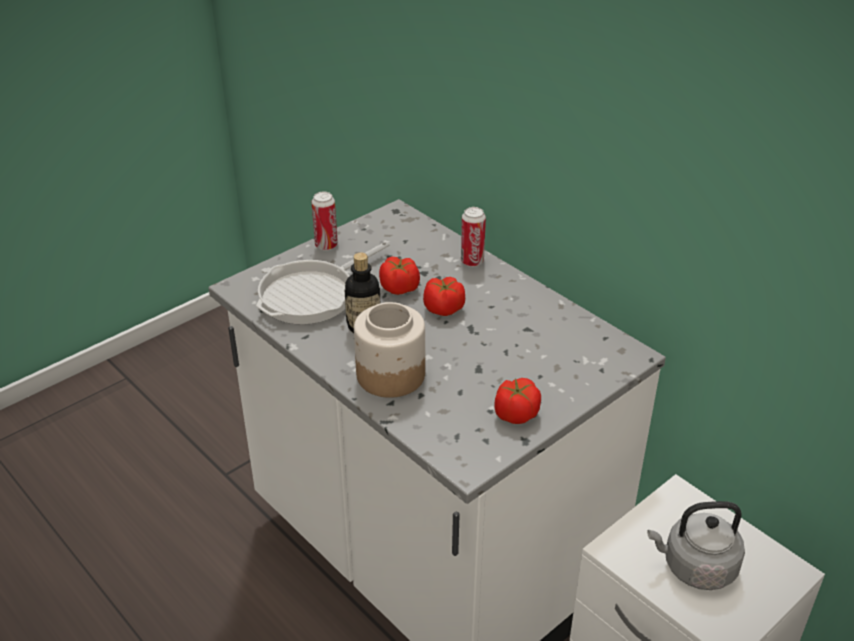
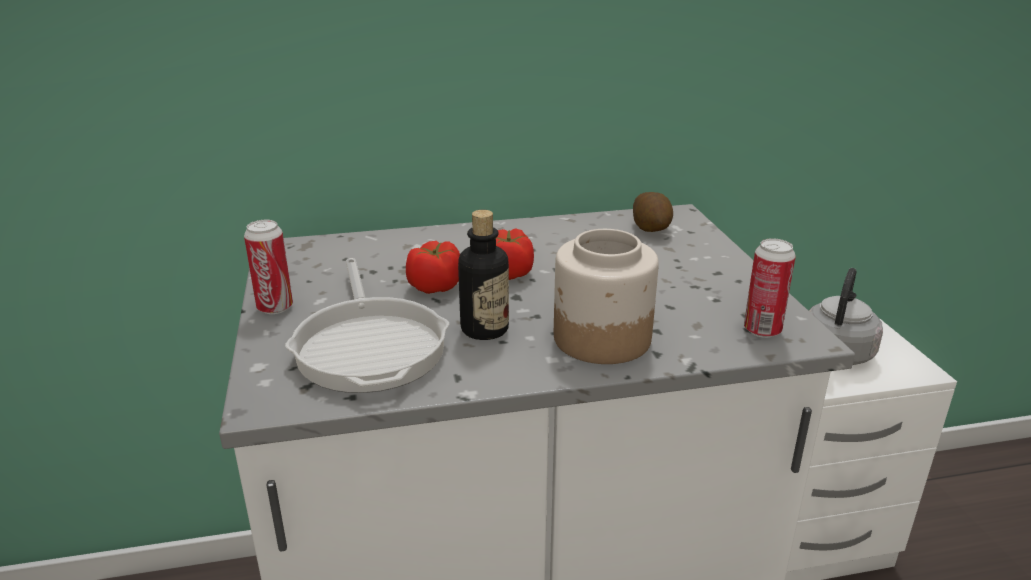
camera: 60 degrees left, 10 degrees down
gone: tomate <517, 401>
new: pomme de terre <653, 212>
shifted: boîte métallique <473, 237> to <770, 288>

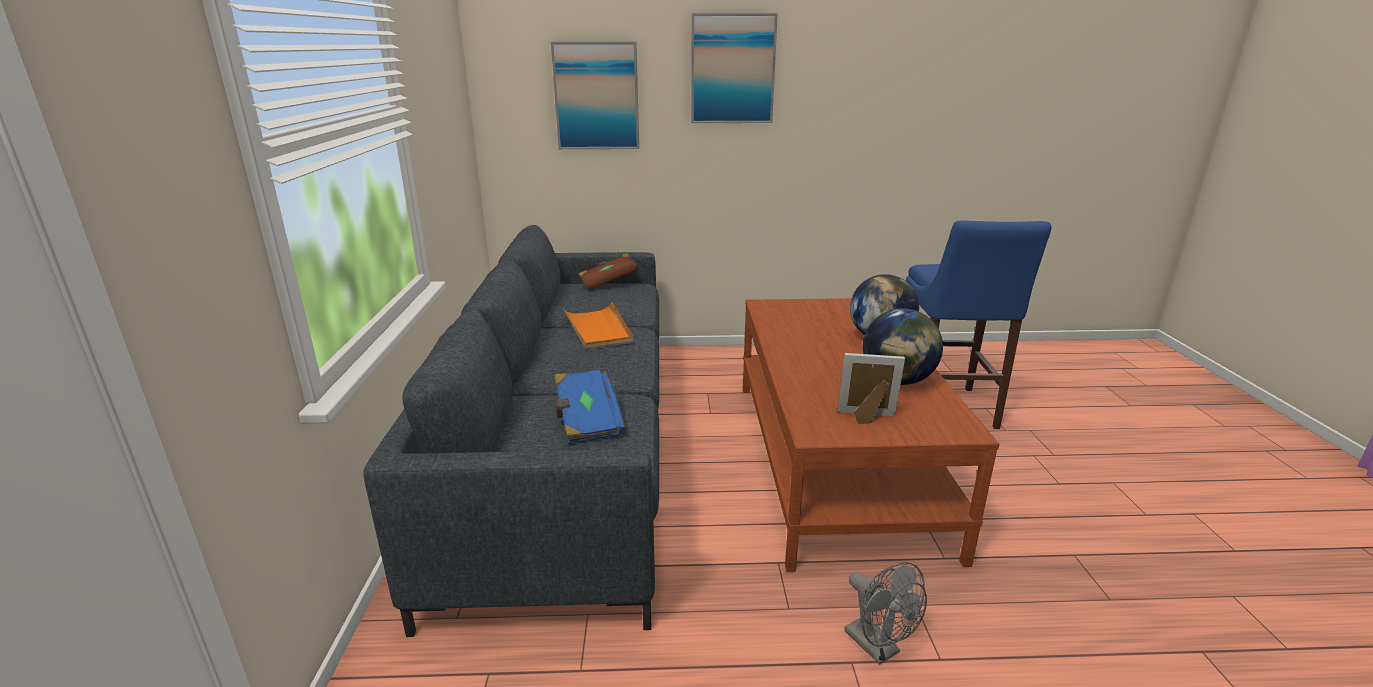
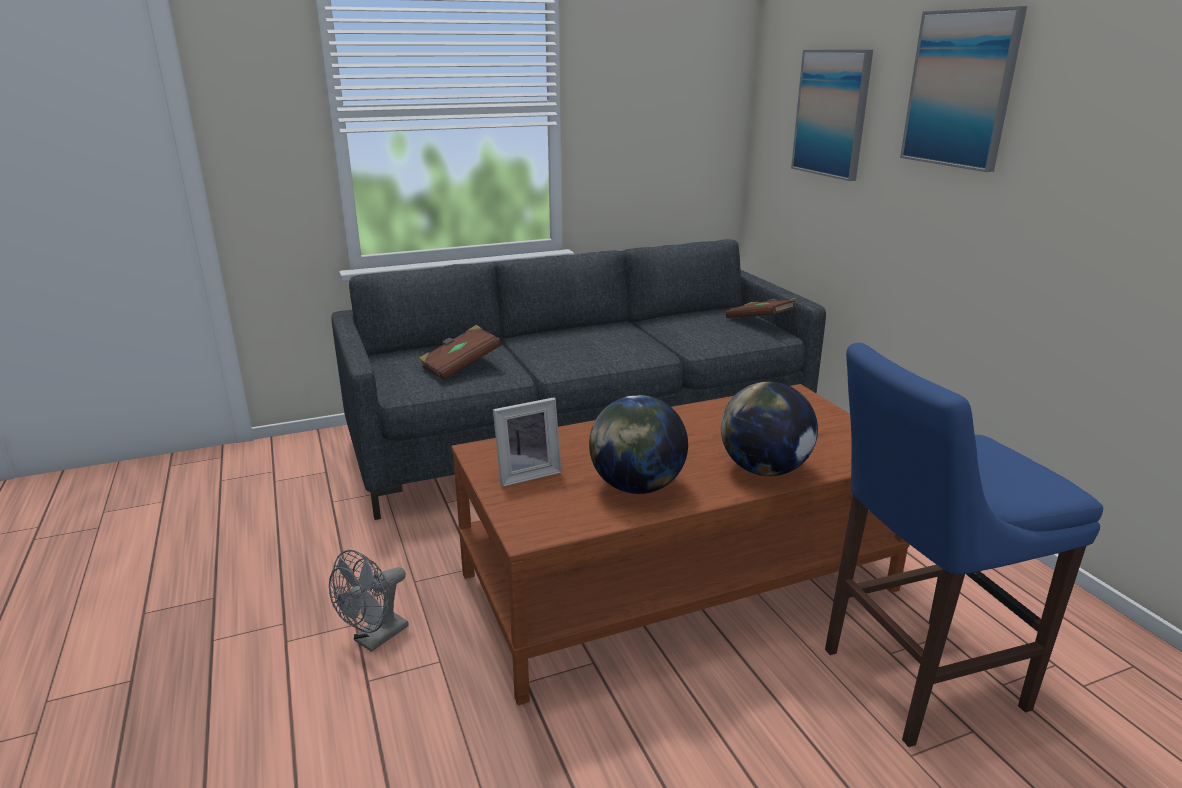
camera: 70 degrees right, 0 degrees up
gone: plateau (orange) <598, 325>
repainted: livre (bleu) <590, 407> to livre (marron) <460, 352>
rotated: cadre photo <871, 388> = <527, 442> 75 degrees clockwise

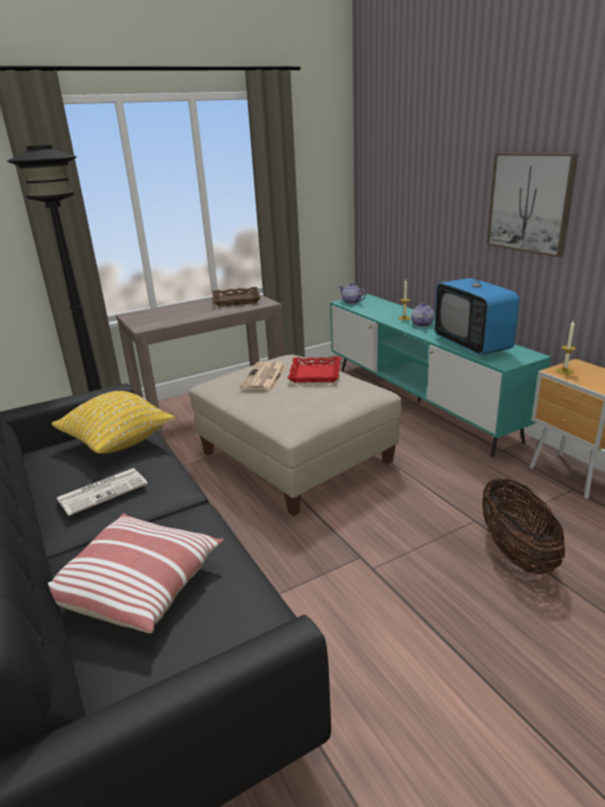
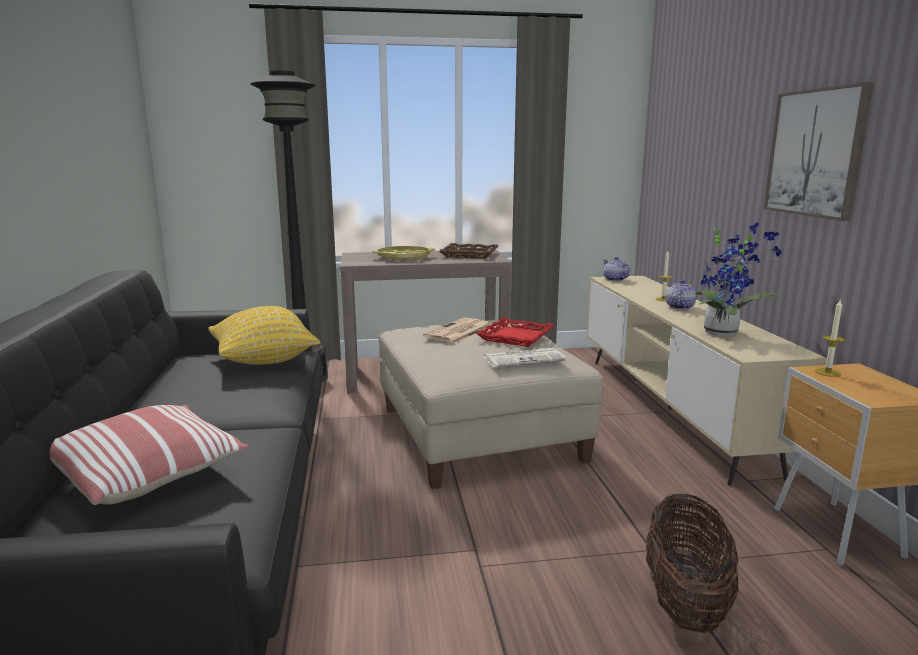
camera: 20 degrees right, 10 degrees down
new: plateau (jaune) <403, 253>
shifted: journal <102, 492> to <525, 357>
swapped: téléviseur <477, 298> to plante en pot <738, 279>
repainted: meuble télé (turquoise) <440, 375> to meuble télé (beige) <707, 381>

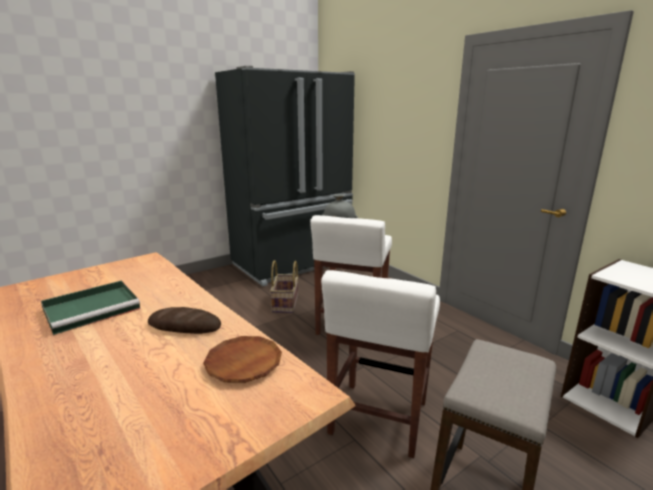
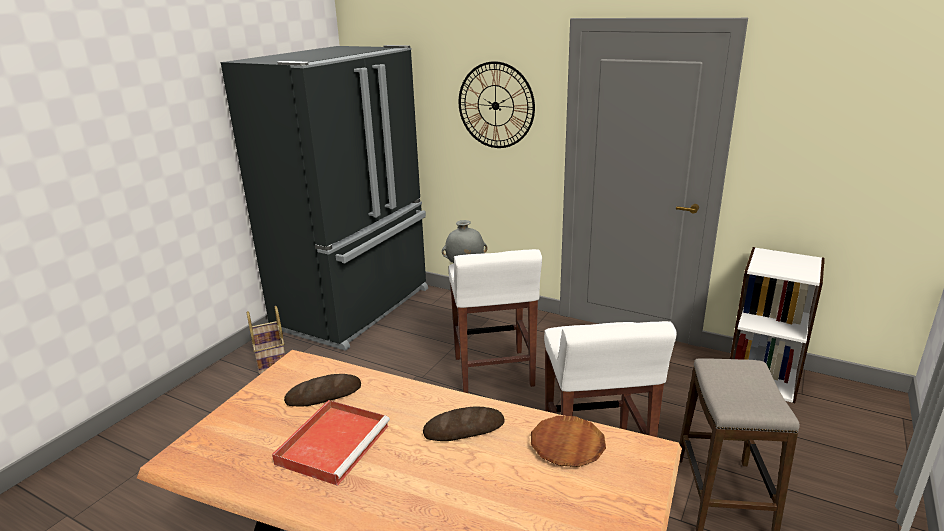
camera: 25 degrees left, 5 degrees up
new: pain <322, 390>; horloge murale <497, 104>
shifted: panier <284, 286> to <266, 340>
repainted: plateau (vert) <91, 307> to plateau (rouge) <331, 443>

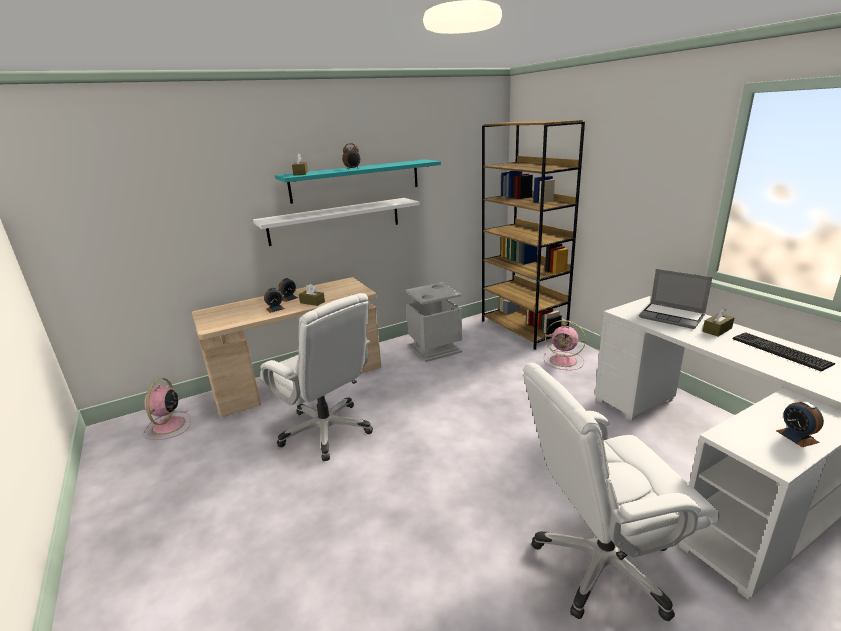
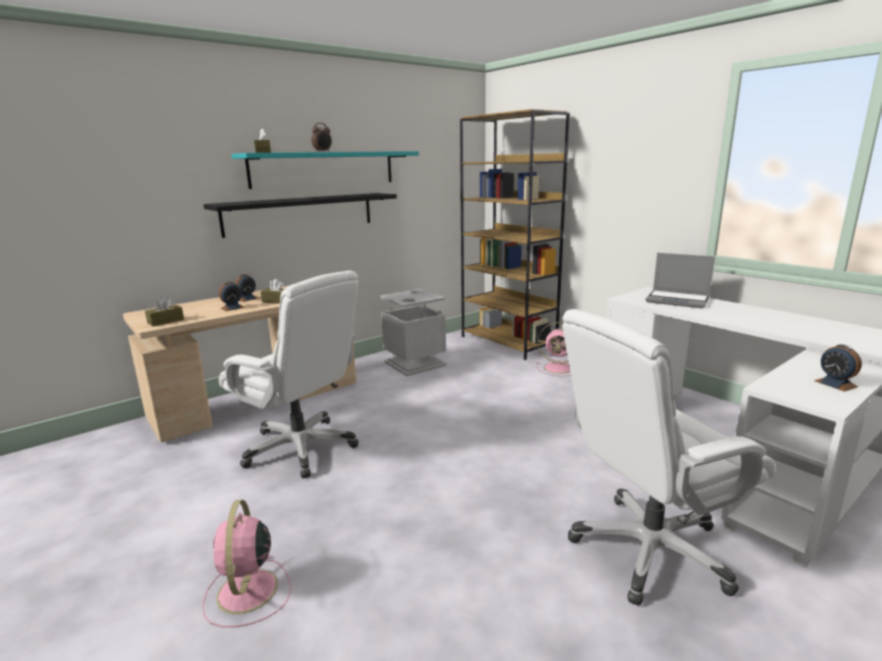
camera: 10 degrees left, 5 degrees down
gone: clavier <783, 351>
shifted: boîte à mouchoirs (marron) <718, 322> to <164, 311>; ventilateur (rose) <167, 409> to <247, 563>
repainted: étagère (blanc) <336, 222> to étagère (noir) <300, 215>

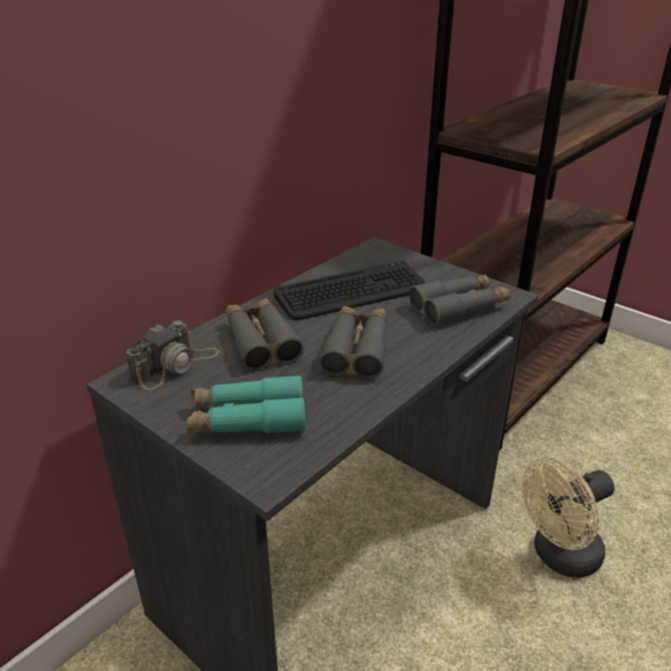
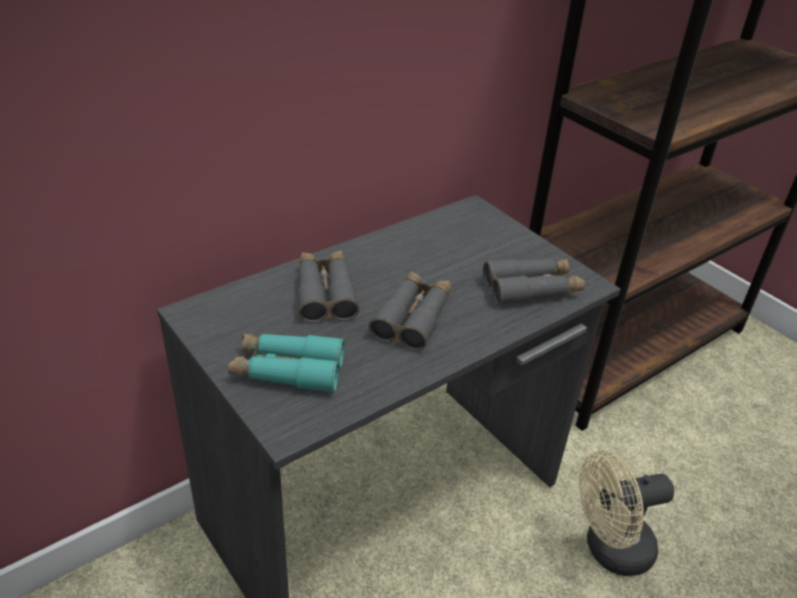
camera: 10 degrees right, 5 degrees up
gone: appareil photo <172, 355>; clavier <350, 290>

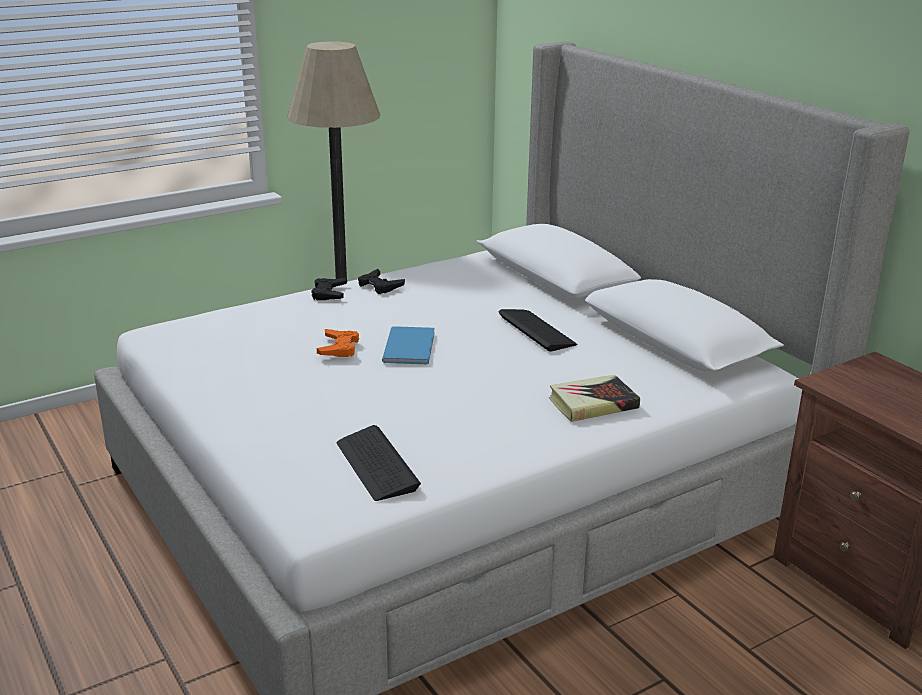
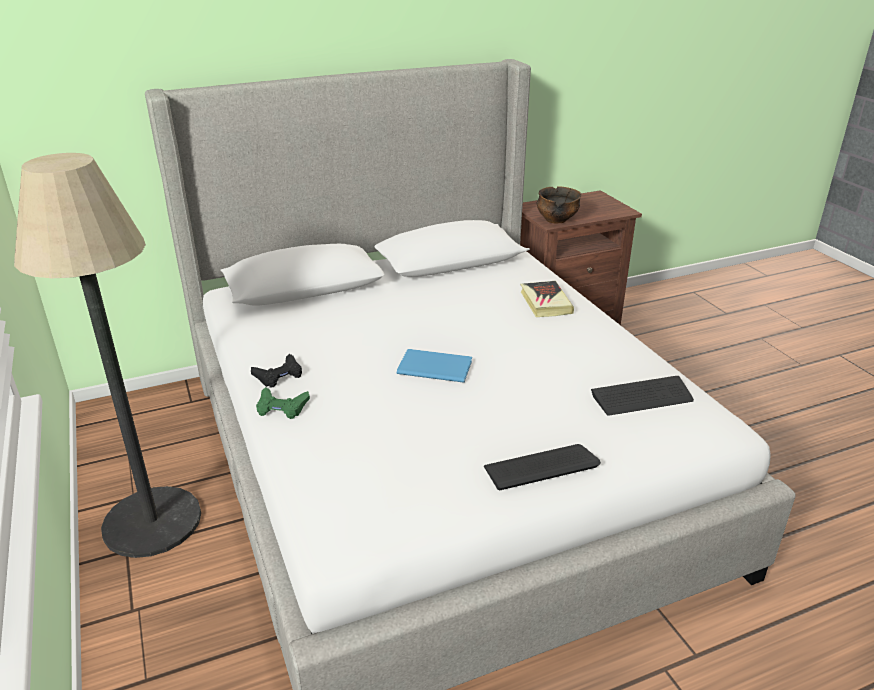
camera: 80 degrees left, 5 degrees up
gone: manette (orange) <338, 343>
new: bol <559, 204>
shifted: clavier <538, 330> to <542, 467>
repainted: manette (noir) <329, 289> to manette (vert) <283, 403>

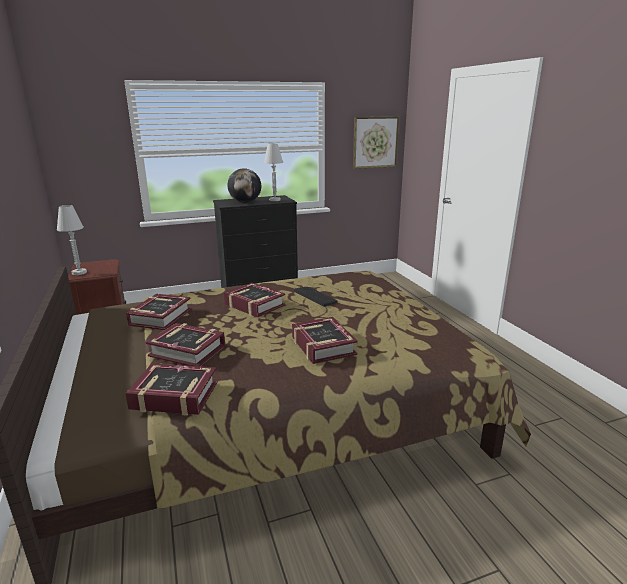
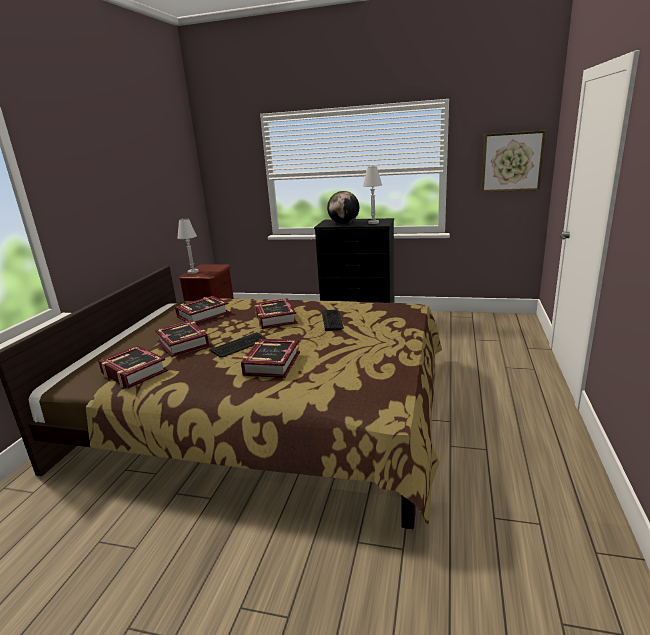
camera: 35 degrees right, 0 degrees up
new: clavier <238, 345>

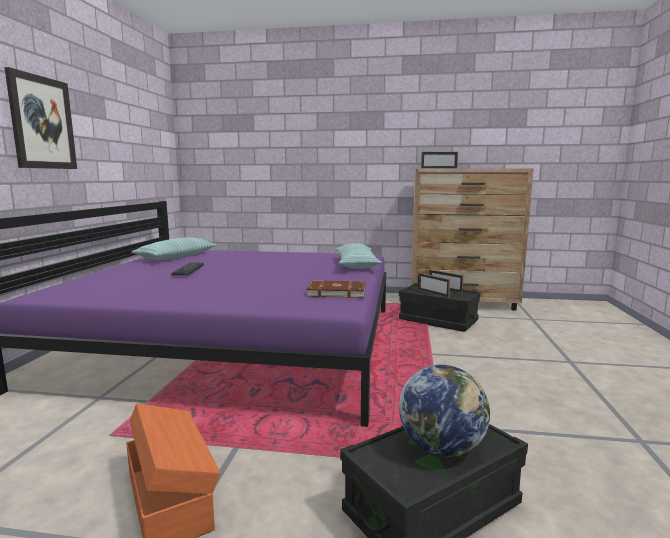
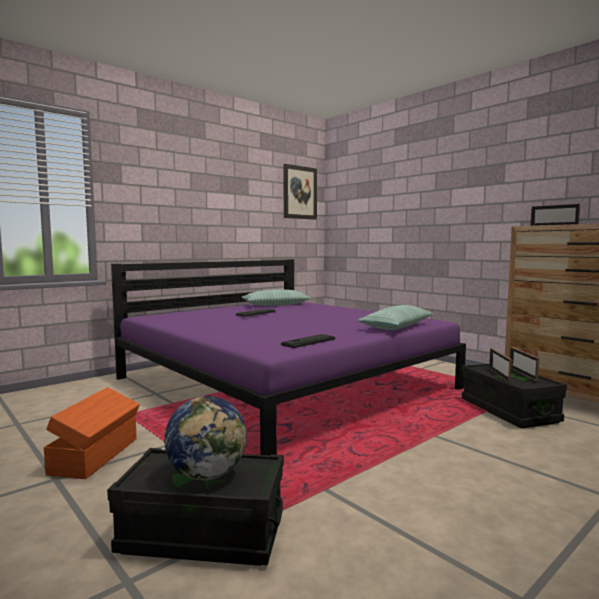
camera: 40 degrees right, 5 degrees down
shifted: tableau <40, 118> to <300, 192>
swapped: livre (marron) <335, 289> to clavier <308, 341>

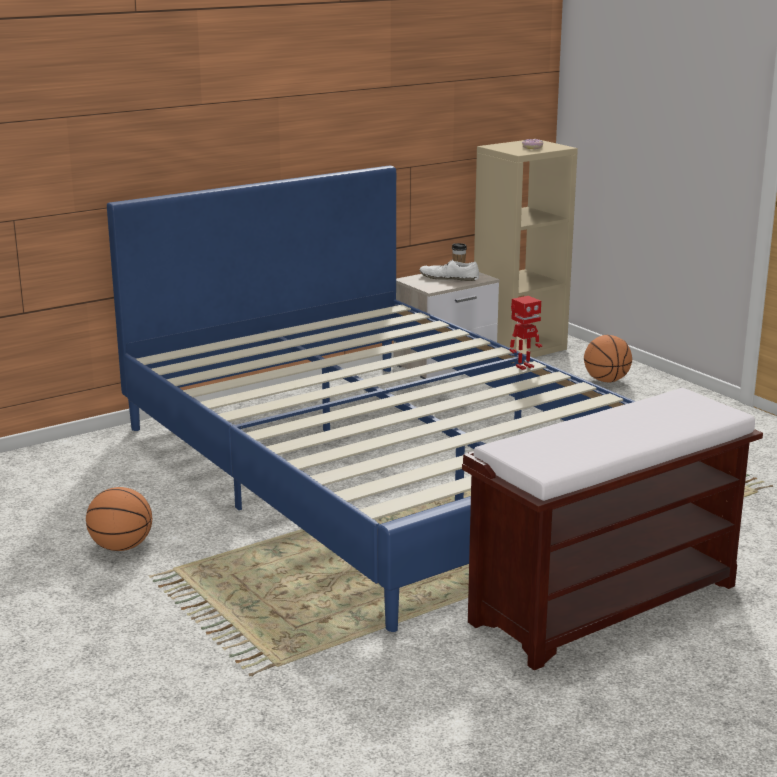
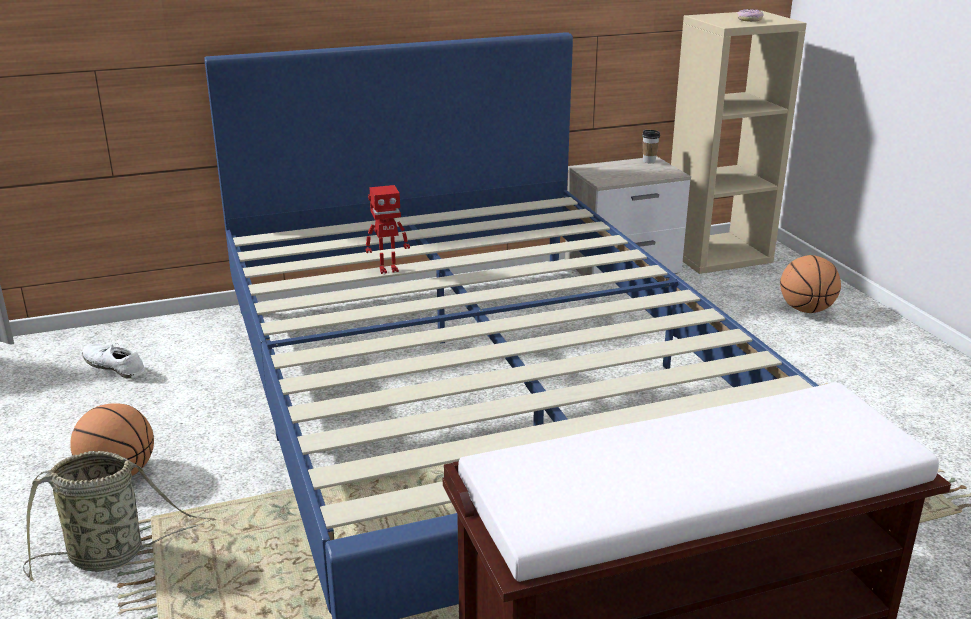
camera: 15 degrees right, 5 degrees up
new: panier <119, 516>
shifted: chaussure (blanc) <449, 270> to <113, 361>; robot jouet <526, 333> to <387, 229>

